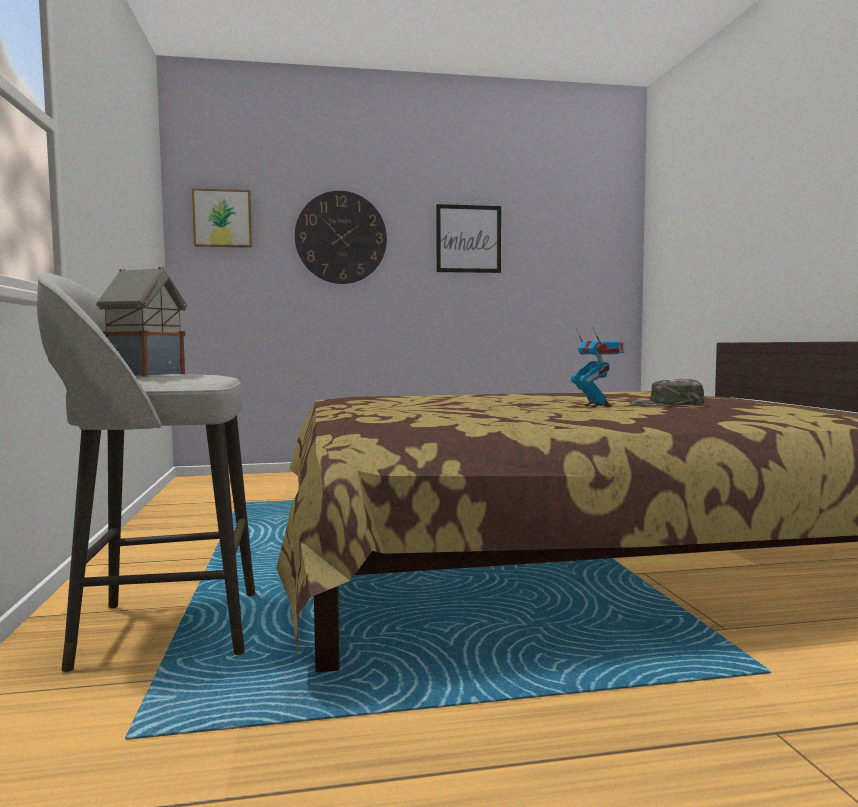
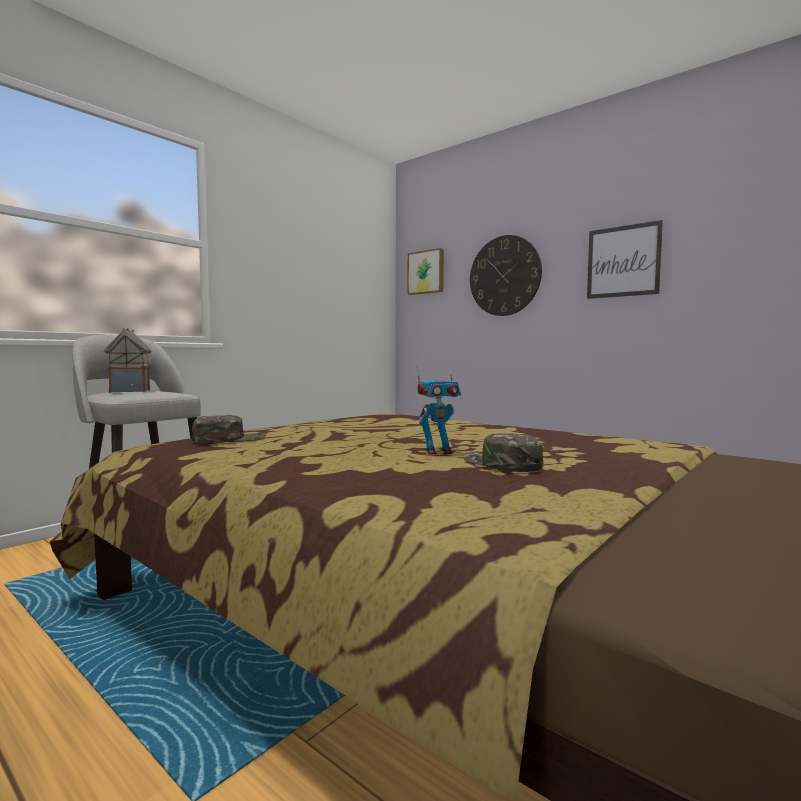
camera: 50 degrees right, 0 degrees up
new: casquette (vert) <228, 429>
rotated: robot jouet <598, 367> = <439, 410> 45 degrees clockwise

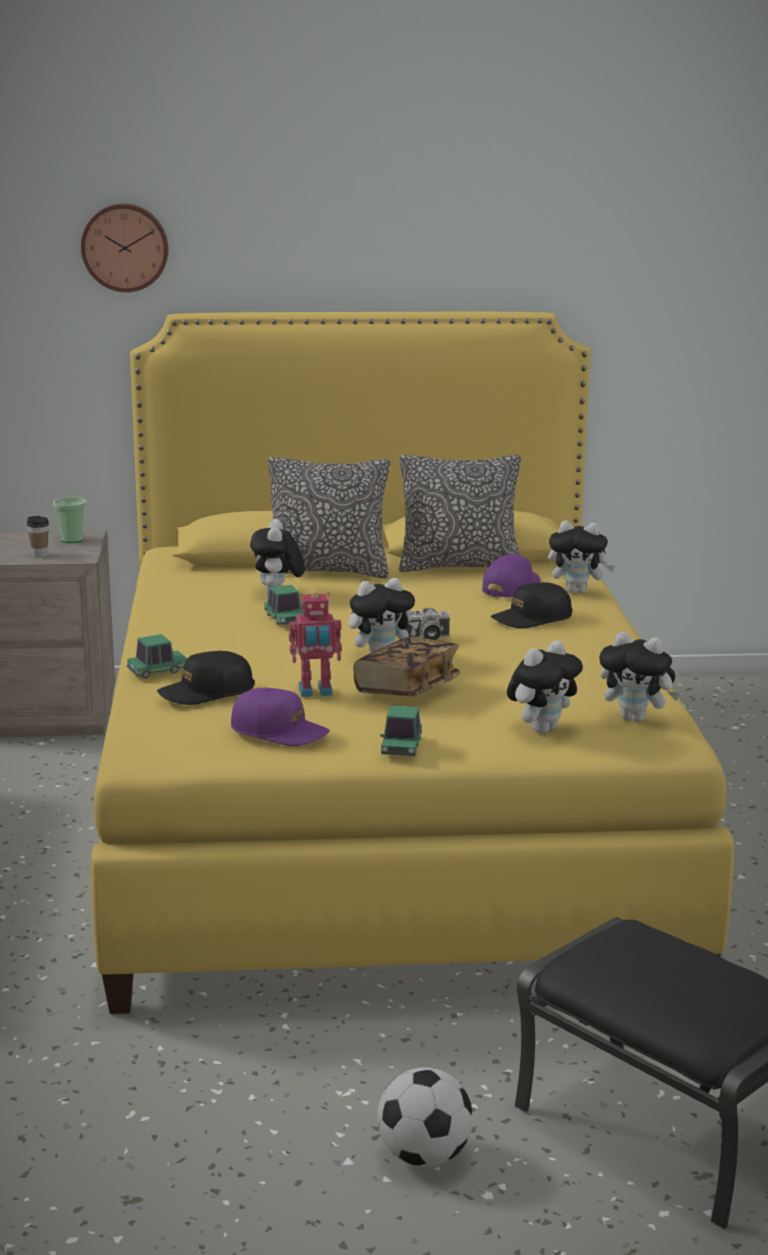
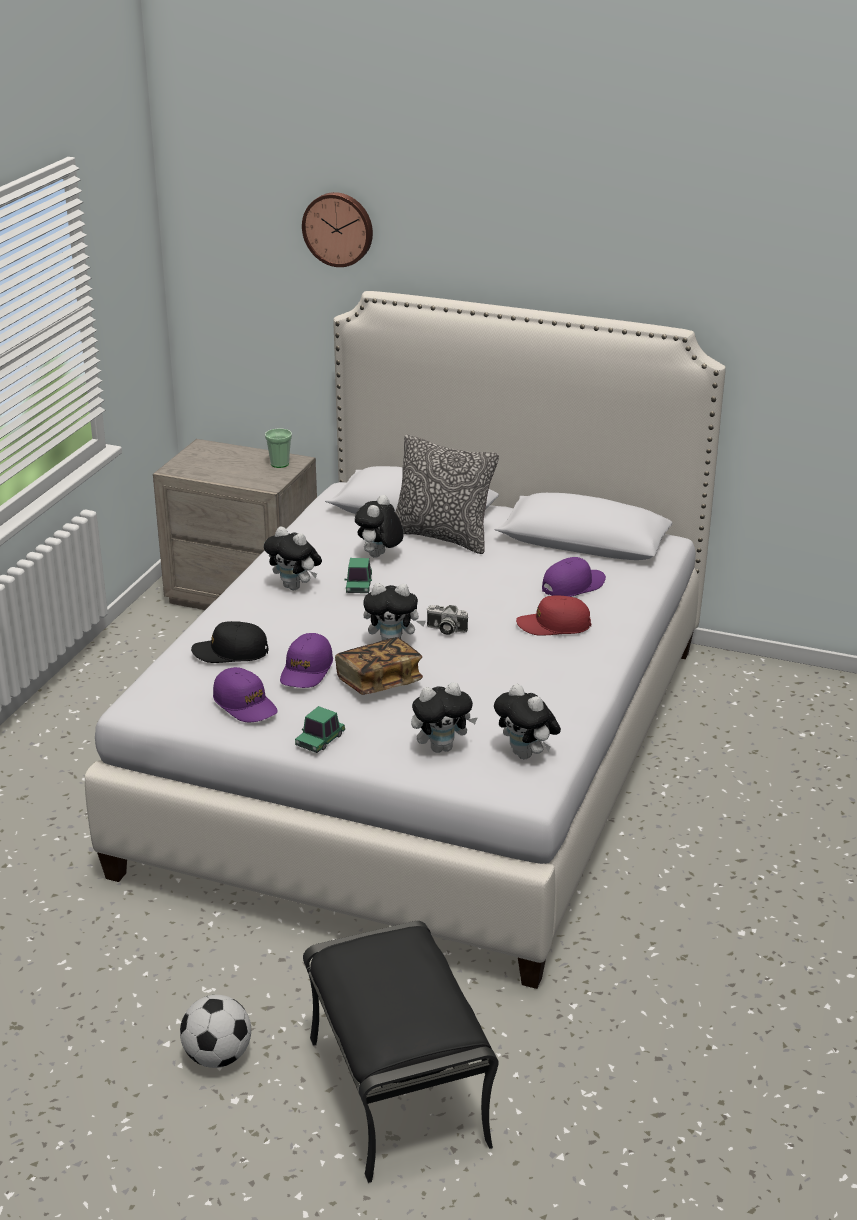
camera: 25 degrees right, 10 degrees up
gone: tasse <38, 537>; petite voiture <157, 656>; coussin <460, 513>
shifted: peluche <581, 556> to <293, 558>
swapped: robot jouet <315, 644> to casquette (violet) <306, 660>
repainted: lit (jaune) <412, 663> to lit (blanc) <405, 640>; casquette (noir) <532, 605> to casquette (rouge) <553, 615>

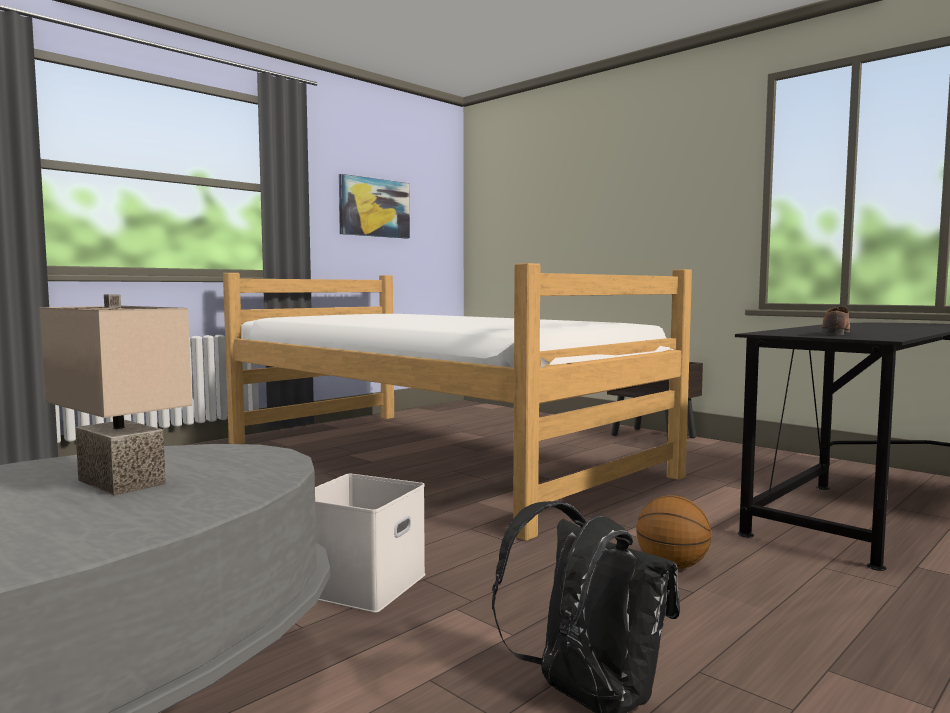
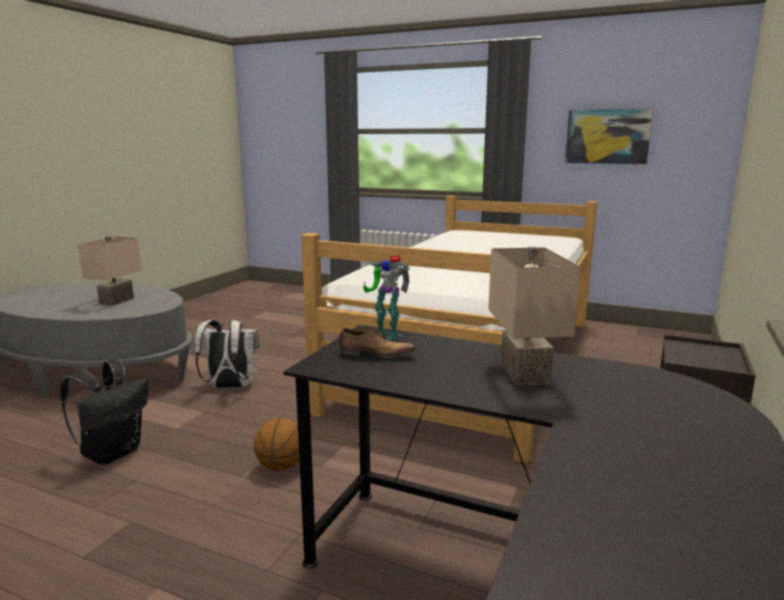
camera: 70 degrees right, 10 degrees up
new: robot jouet <386, 298>; lampe de table (beige) <534, 316>
swapped: boîte de rangement (blanc) <370, 543> to sac à dos (blanc) <226, 354>

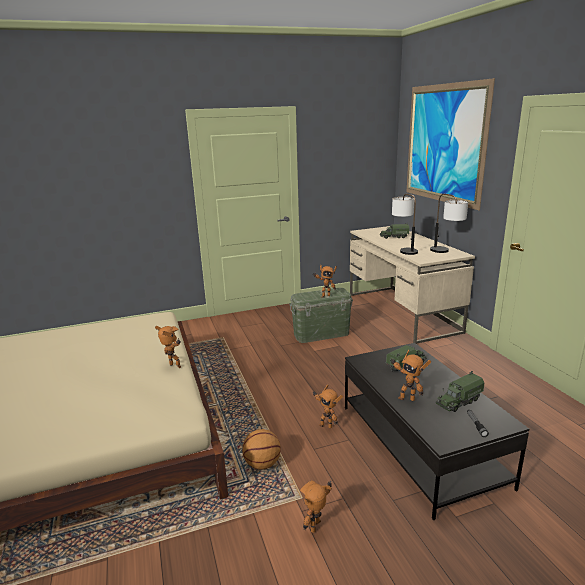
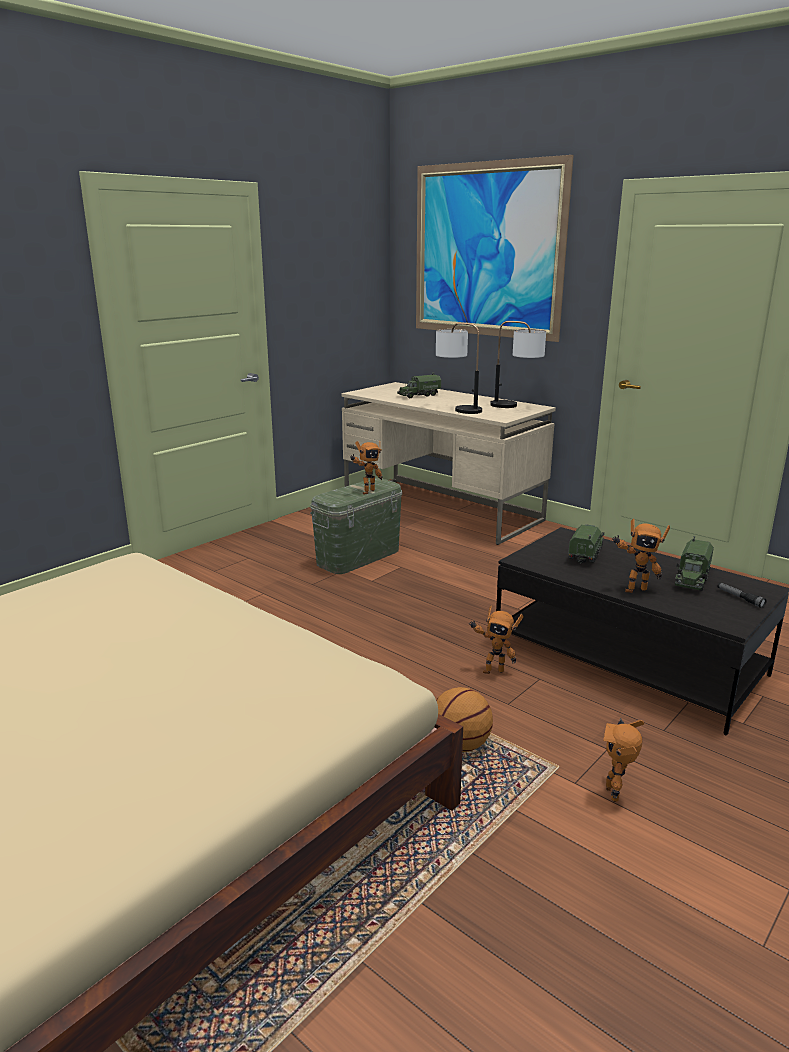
camera: 30 degrees left, 0 degrees up
gone: robot jouet <168, 347>

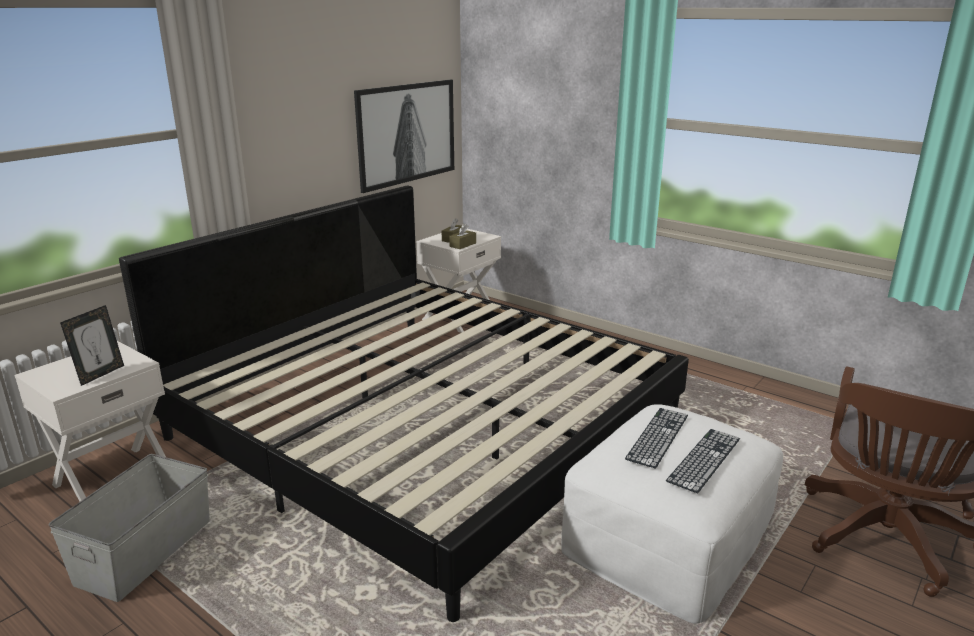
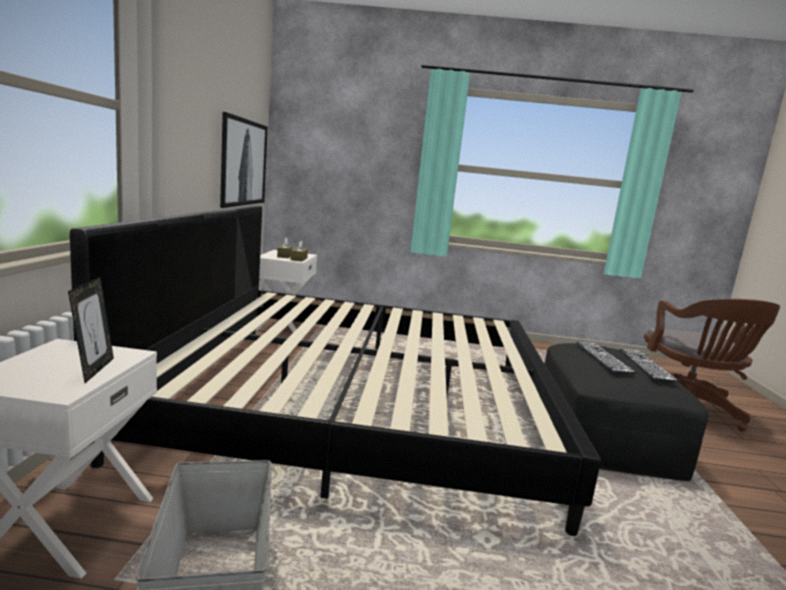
camera: 35 degrees left, 10 degrees down
repainted: pouf (blanc) <672, 514> to pouf (noir) <626, 412>

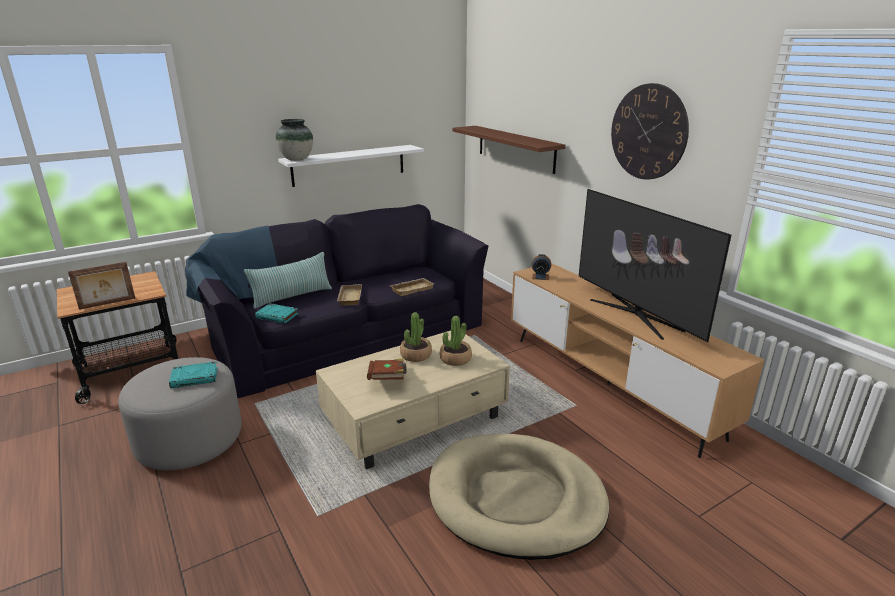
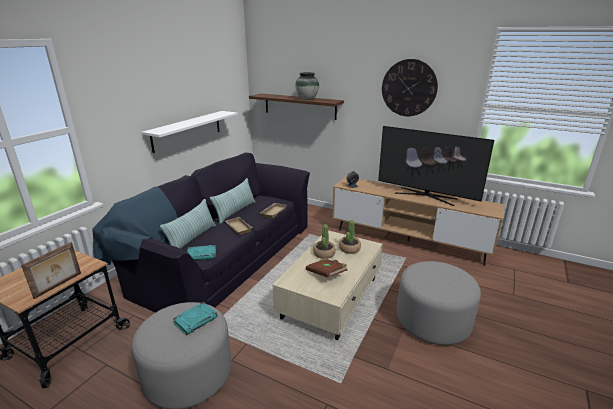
camera: 30 degrees left, 0 degrees up
new: coussin <232, 201>
shifted: vase <294, 140> to <307, 86>
swapped: panier pour chien (beige) <519, 497> to pouf (gris) <439, 303>

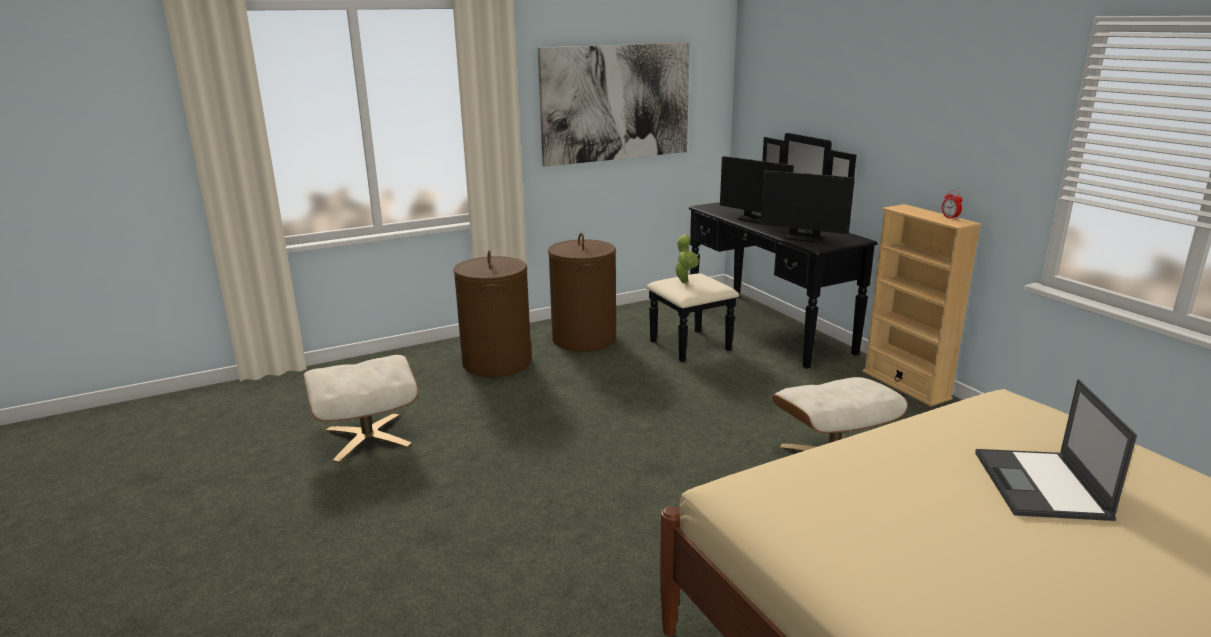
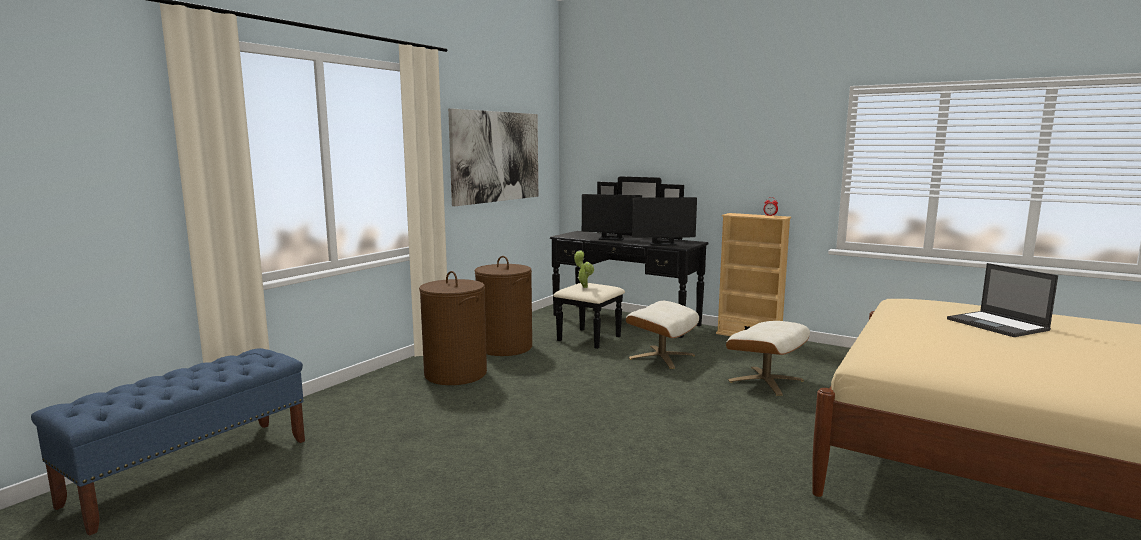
camera: 30 degrees left, 10 degrees down
new: banc (bleu) <168, 442>
shifted: pouf (beige) <361, 409> to <662, 335>

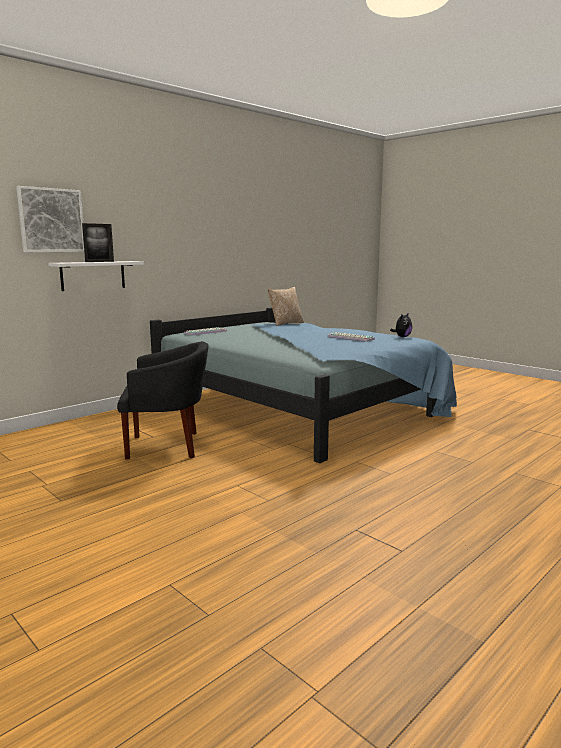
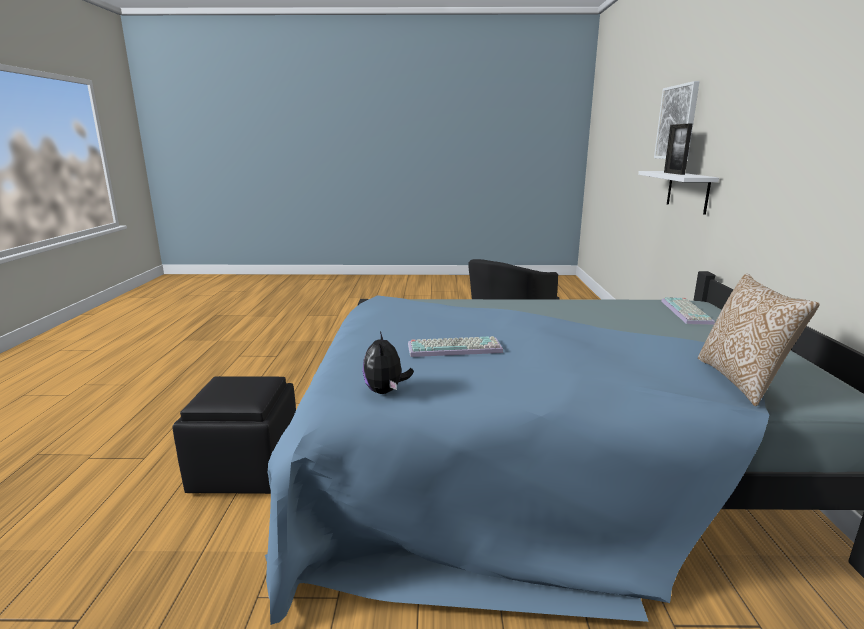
camera: 135 degrees right, 5 degrees up
new: pouf (noir) <234, 435>

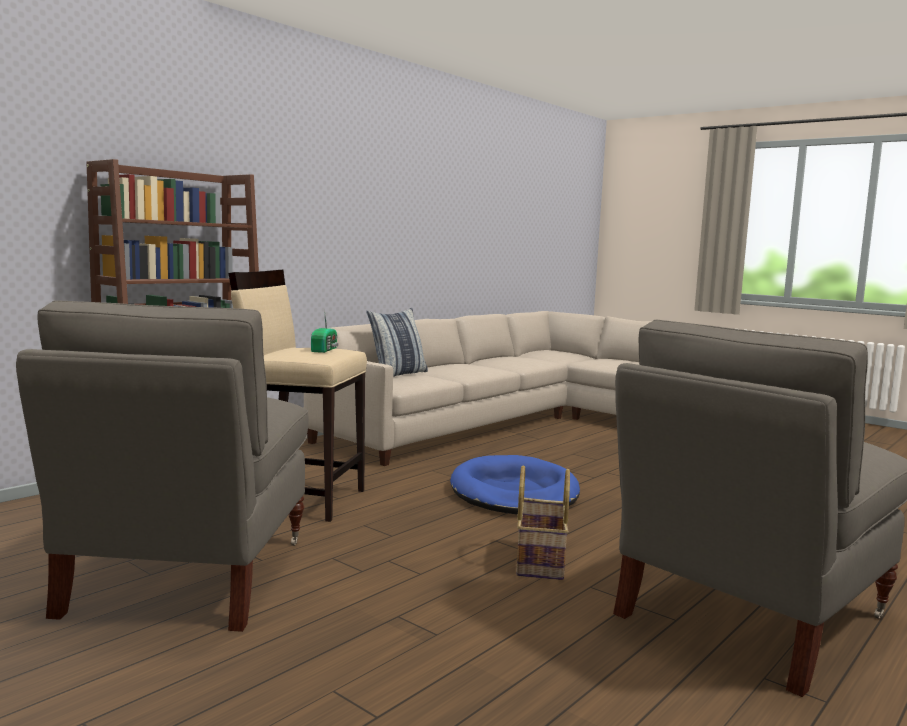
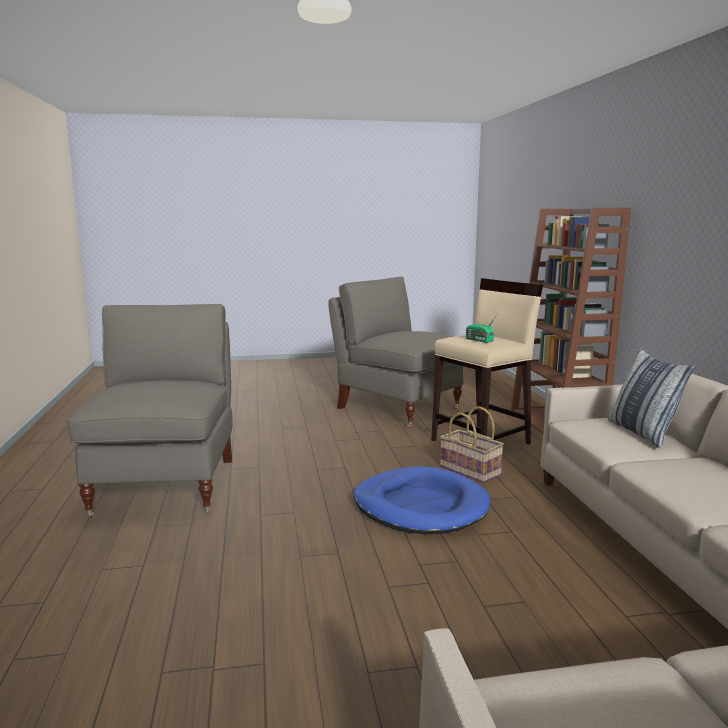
camera: 130 degrees right, 5 degrees up
shifted: panier <543, 522> to <472, 444>

